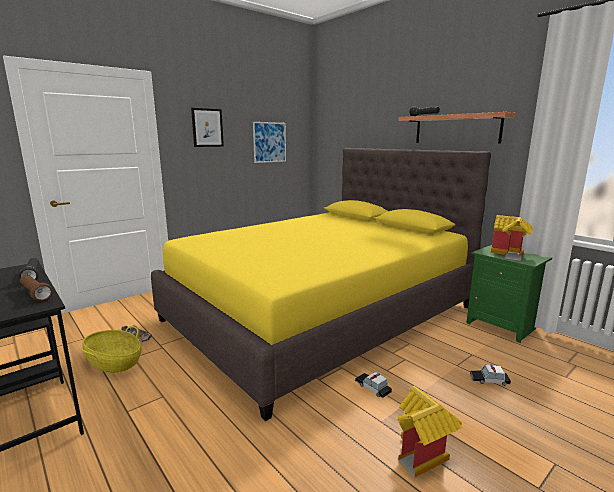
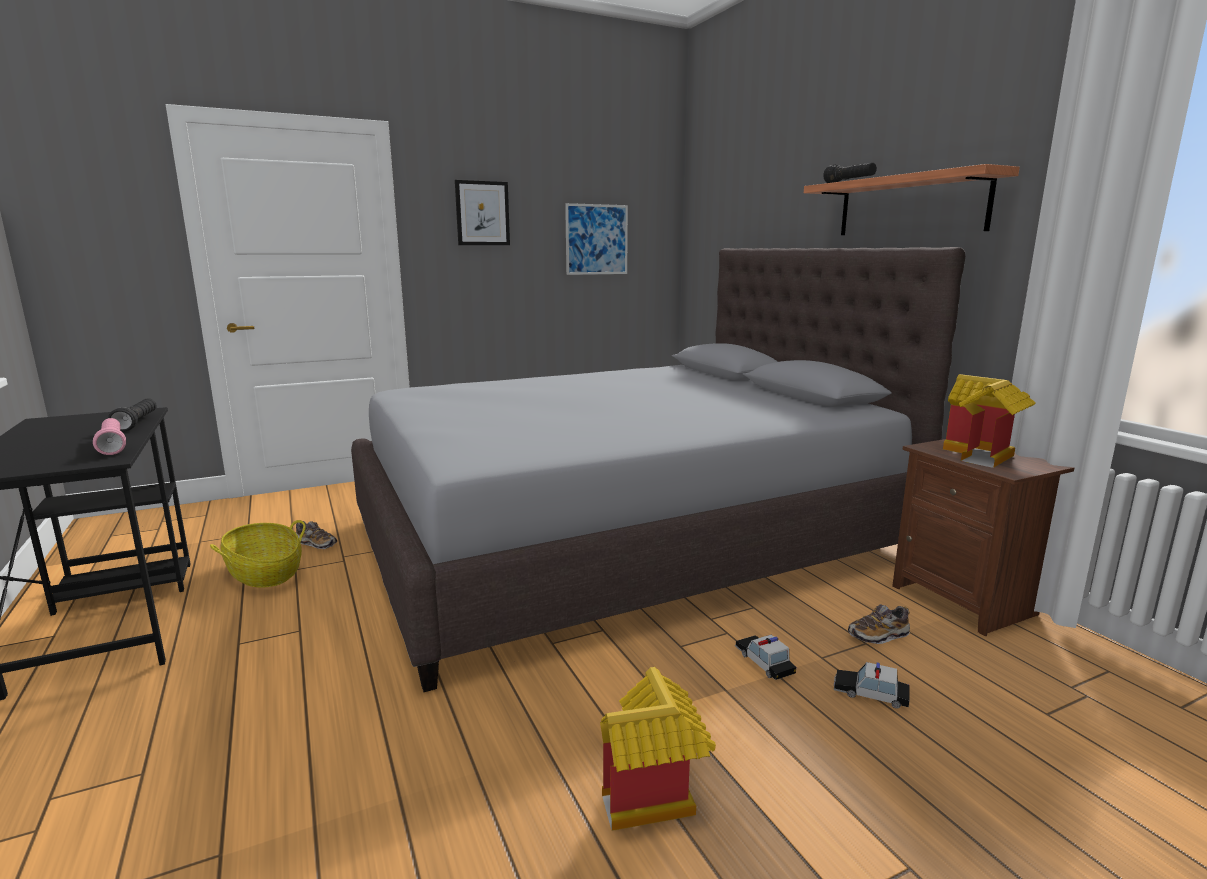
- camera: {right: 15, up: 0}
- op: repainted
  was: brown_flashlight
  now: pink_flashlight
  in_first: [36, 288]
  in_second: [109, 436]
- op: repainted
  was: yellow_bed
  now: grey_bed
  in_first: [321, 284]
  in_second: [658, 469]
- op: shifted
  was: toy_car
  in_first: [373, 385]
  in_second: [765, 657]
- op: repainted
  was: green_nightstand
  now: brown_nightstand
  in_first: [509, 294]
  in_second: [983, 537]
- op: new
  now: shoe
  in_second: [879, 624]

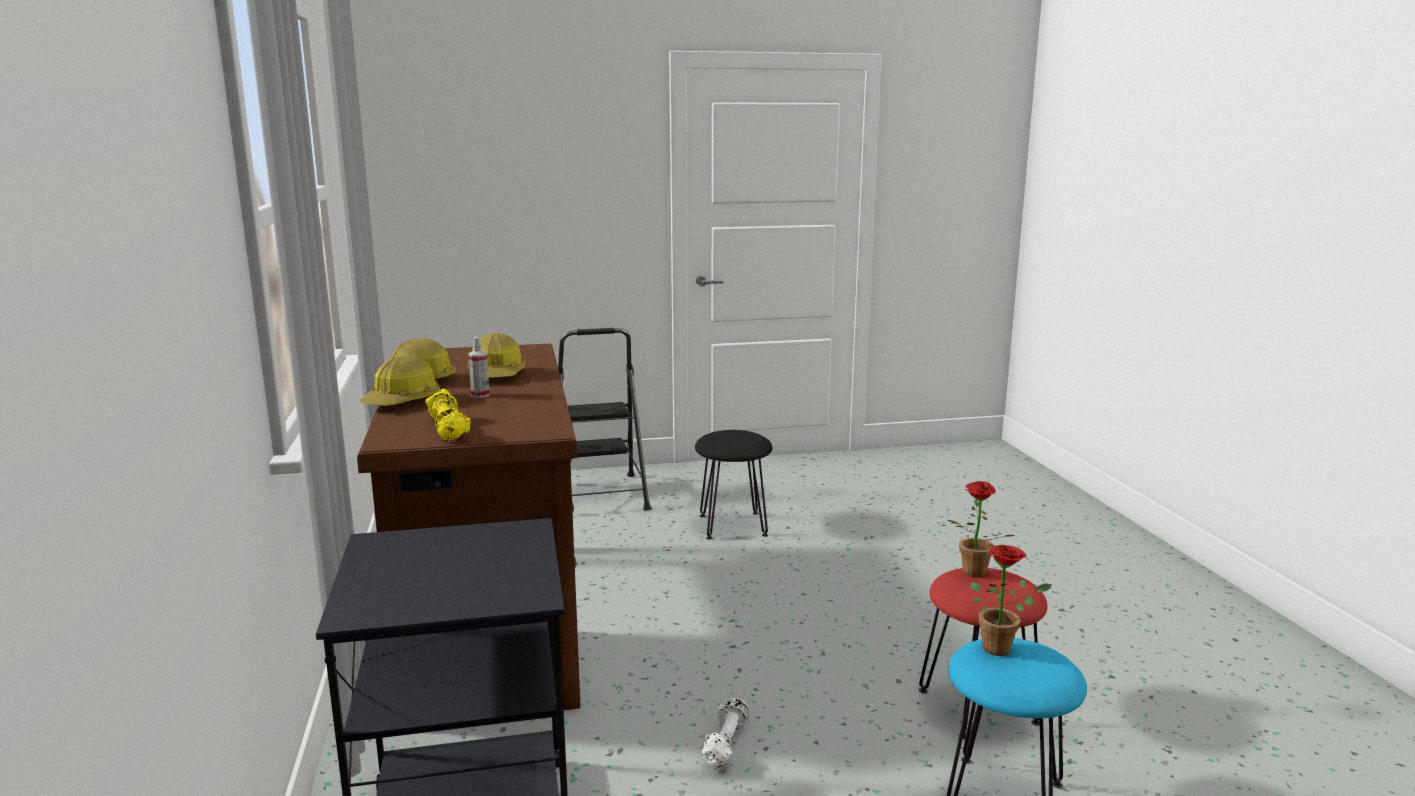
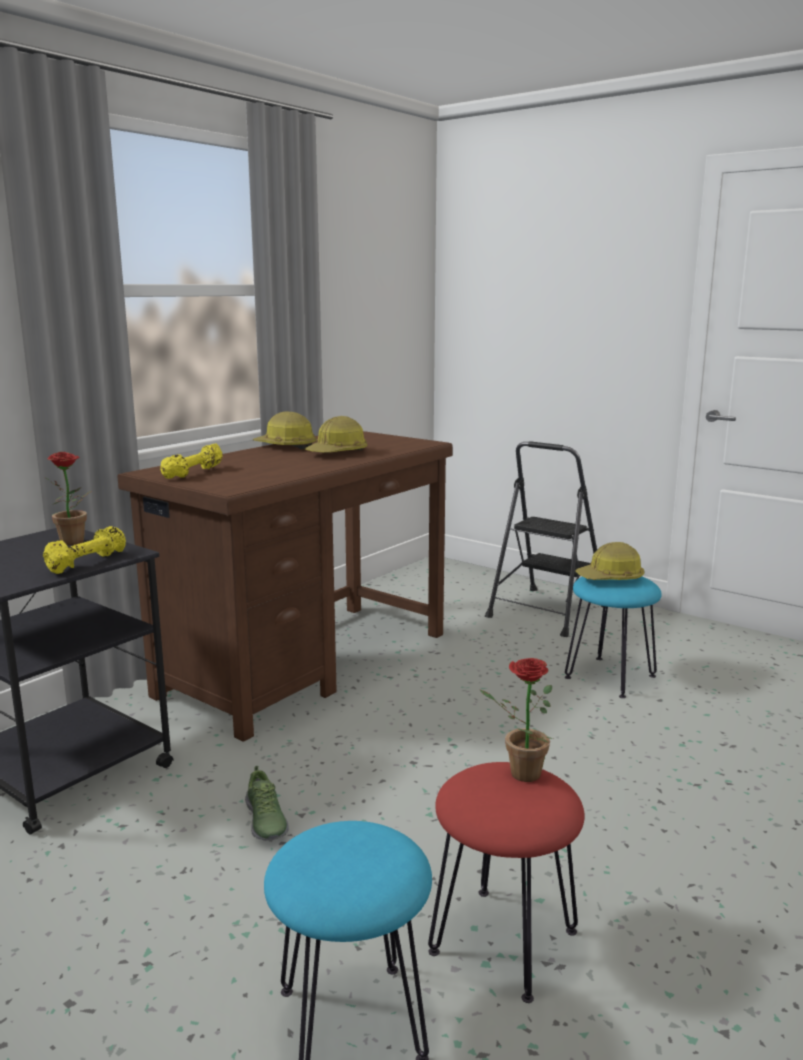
- camera: {right: 50, up: 0}
- op: shifted
  was: hard_hat
  in_first: [400, 380]
  in_second: [609, 561]
- op: gone
  was: spray_bottle
  in_first: [479, 367]
- op: repainted
  was: black_stool
  now: turquoise_stool
  in_first: [734, 485]
  in_second: [613, 637]
- op: swapped
  was: white_dumbbell
  now: shoe
  in_first: [726, 734]
  in_second: [267, 803]
- op: shifted
  was: potted_plant
  in_first: [1010, 600]
  in_second: [68, 498]
- op: new
  now: yellow_dumbbell
  in_second: [84, 550]

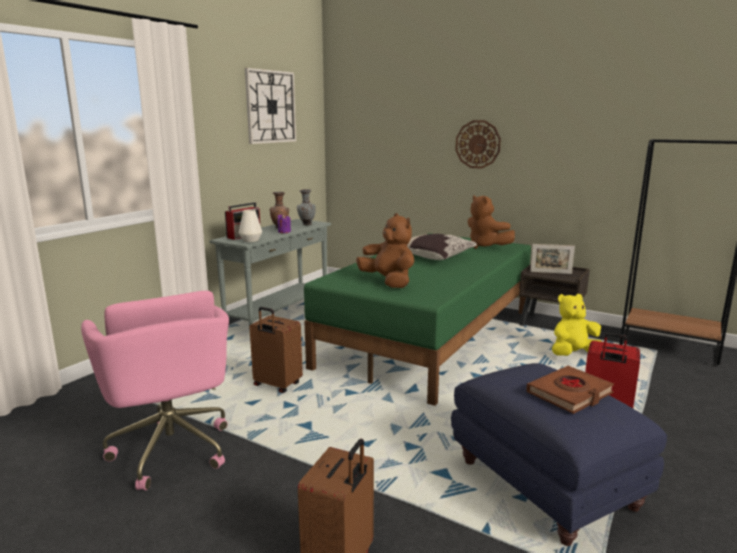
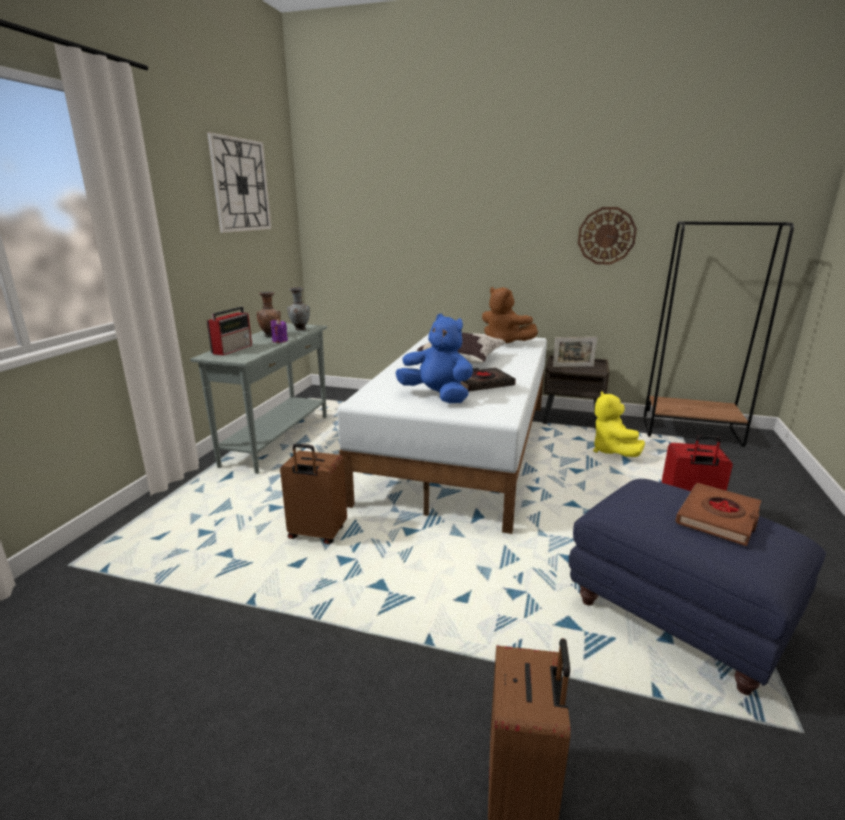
- camera: {right: -15, up: 5}
- op: gone
  was: pink_office_chair
  in_first: [155, 390]
- op: gone
  was: white_vase
  in_first: [250, 225]
- op: repainted
  was: green_bed
  now: white_bed
  in_first: [417, 319]
  in_second: [442, 433]
- op: repainted
  was: brown_plush_toy
  now: blue_plush_toy
  in_first: [385, 250]
  in_second: [434, 358]
- op: shifted
  was: wall_clock
  in_first: [478, 144]
  in_second: [607, 236]
- op: rotated
  was: yellow_plush_toy
  in_first: [577, 325]
  in_second: [619, 424]
  clockwise: -60
- op: new
  now: black_book
  in_second: [488, 379]

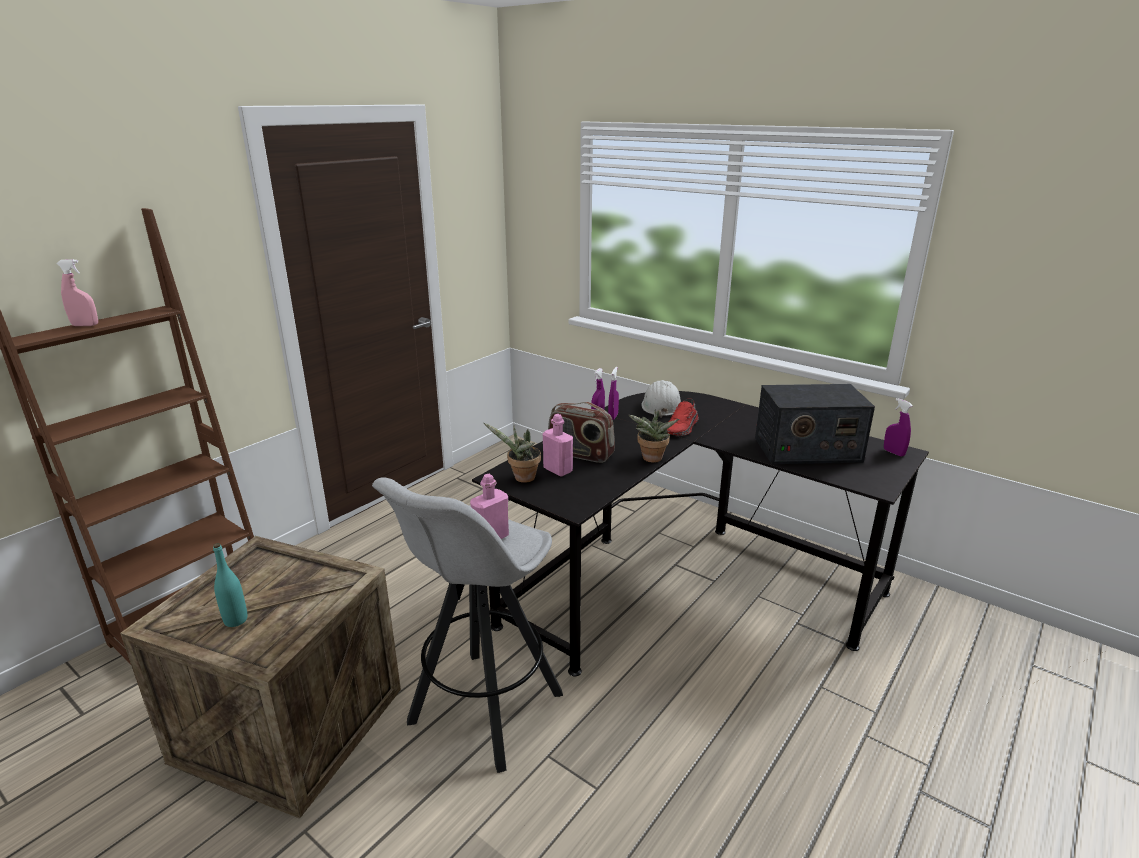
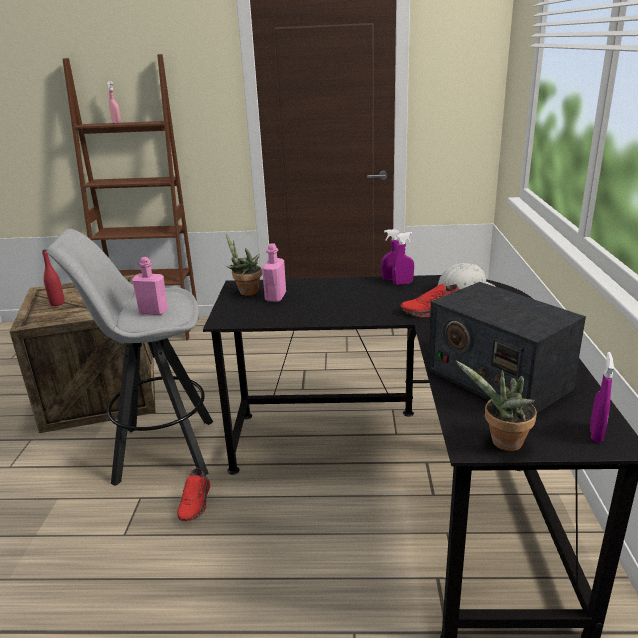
- camera: {right: 55, up: 0}
- op: repainted
  was: turquoise_bottle
  now: red_bottle
  in_first: [230, 585]
  in_second: [53, 278]
- op: gone
  was: radio
  in_first: [581, 432]
- op: shifted
  was: potted_plant
  in_first: [653, 436]
  in_second: [496, 406]
- op: new
  now: red_shoe
  in_second: [193, 494]

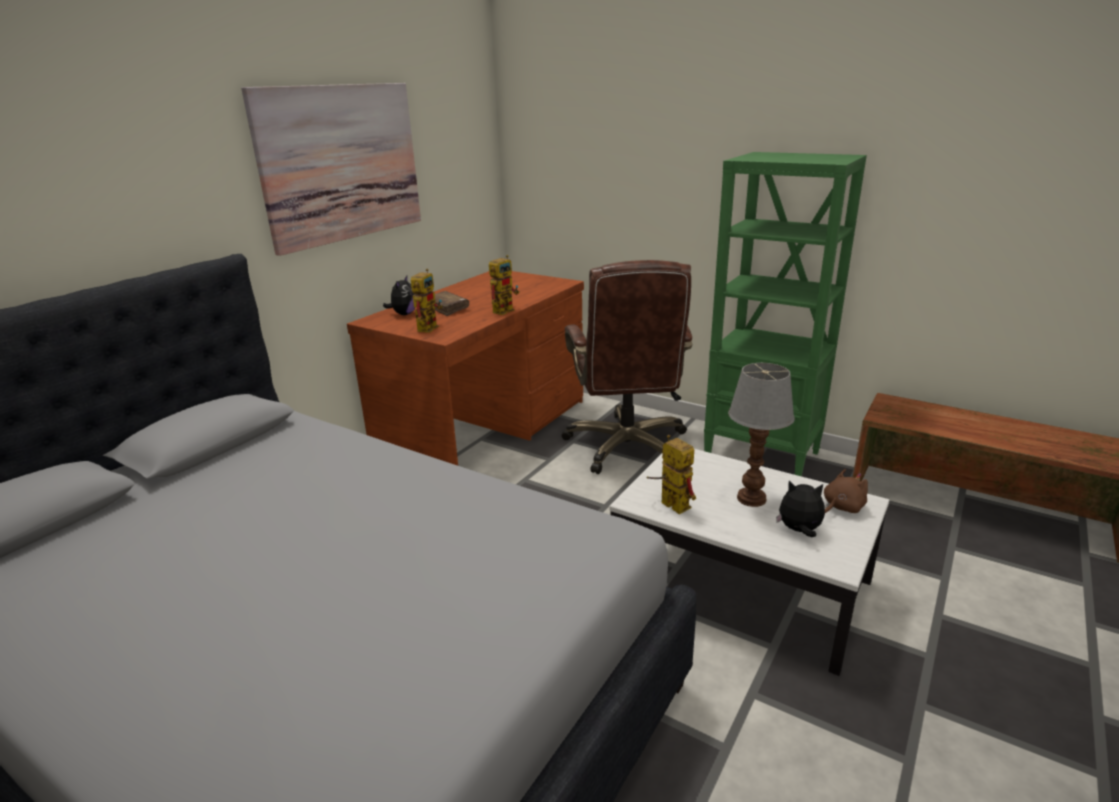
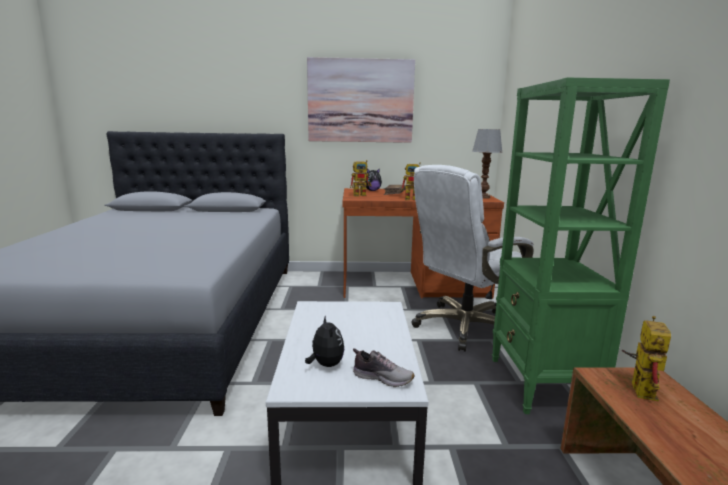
- camera: {right: 55, up: -10}
- op: repainted
  was: brown_office_chair
  now: white_office_chair
  in_first: [627, 367]
  in_second: [472, 258]
- op: shifted
  was: toy_robot
  in_first: [671, 474]
  in_second: [646, 358]
- op: shifted
  was: table_lamp
  in_first: [761, 435]
  in_second: [487, 164]
- op: swapped
  was: brown_plush_toy
  now: shoe
  in_first: [846, 491]
  in_second: [383, 367]

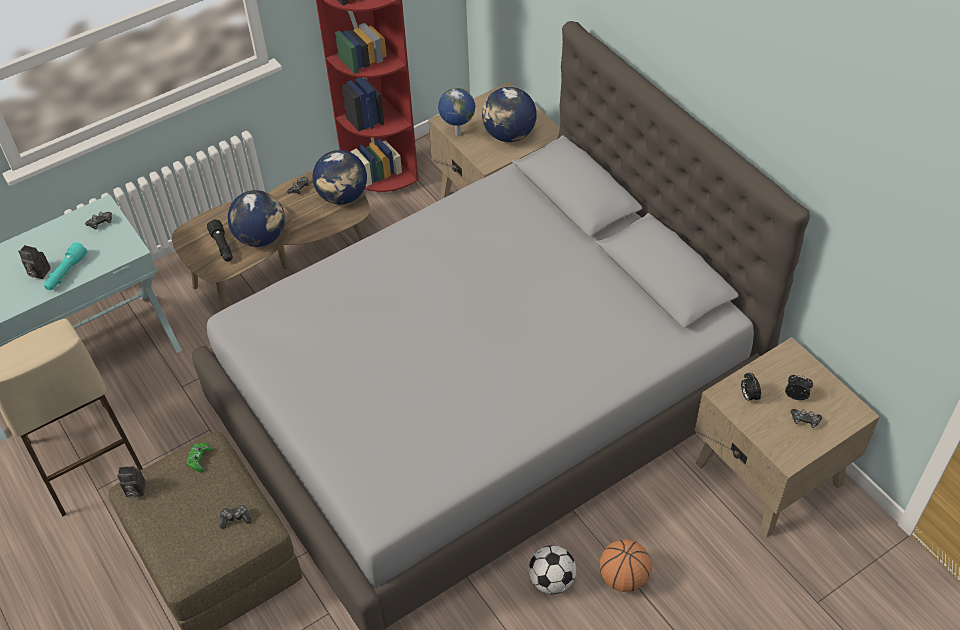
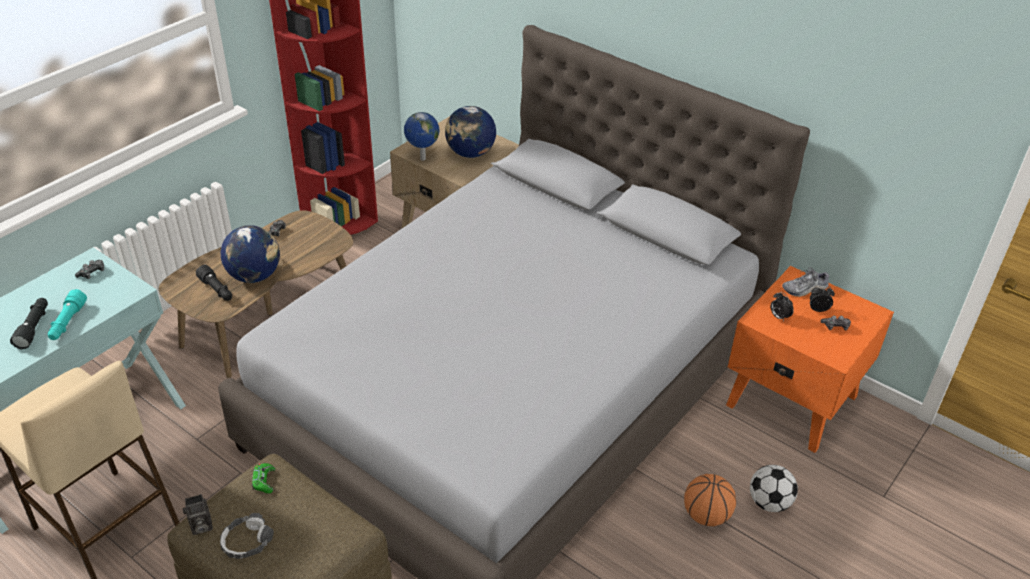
- camera: {right: -20, up: -10}
- op: swapped
  was: photo_camera
  now: black_flashlight
  in_first: [34, 262]
  in_second: [29, 323]
- op: gone
  was: game_controller
  in_first: [236, 516]
- op: gone
  was: globe
  in_first: [340, 177]
- op: shifted
  was: football
  in_first: [552, 569]
  in_second: [774, 488]
- op: repainted
  was: beige_nightstand
  now: orange_nightstand
  in_first: [787, 437]
  in_second: [810, 359]
- op: new
  now: headphones
  in_second: [247, 536]
- op: new
  now: shoe
  in_second: [805, 282]

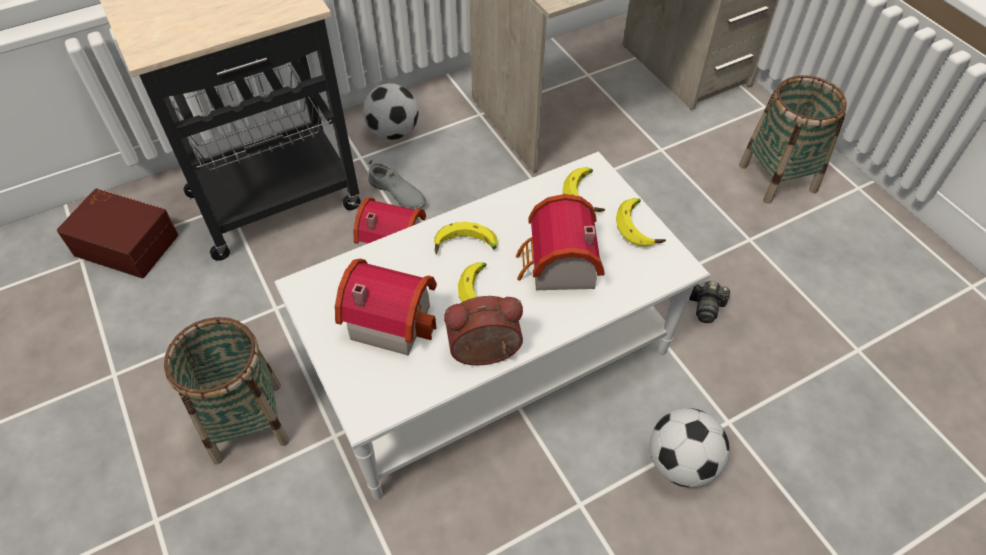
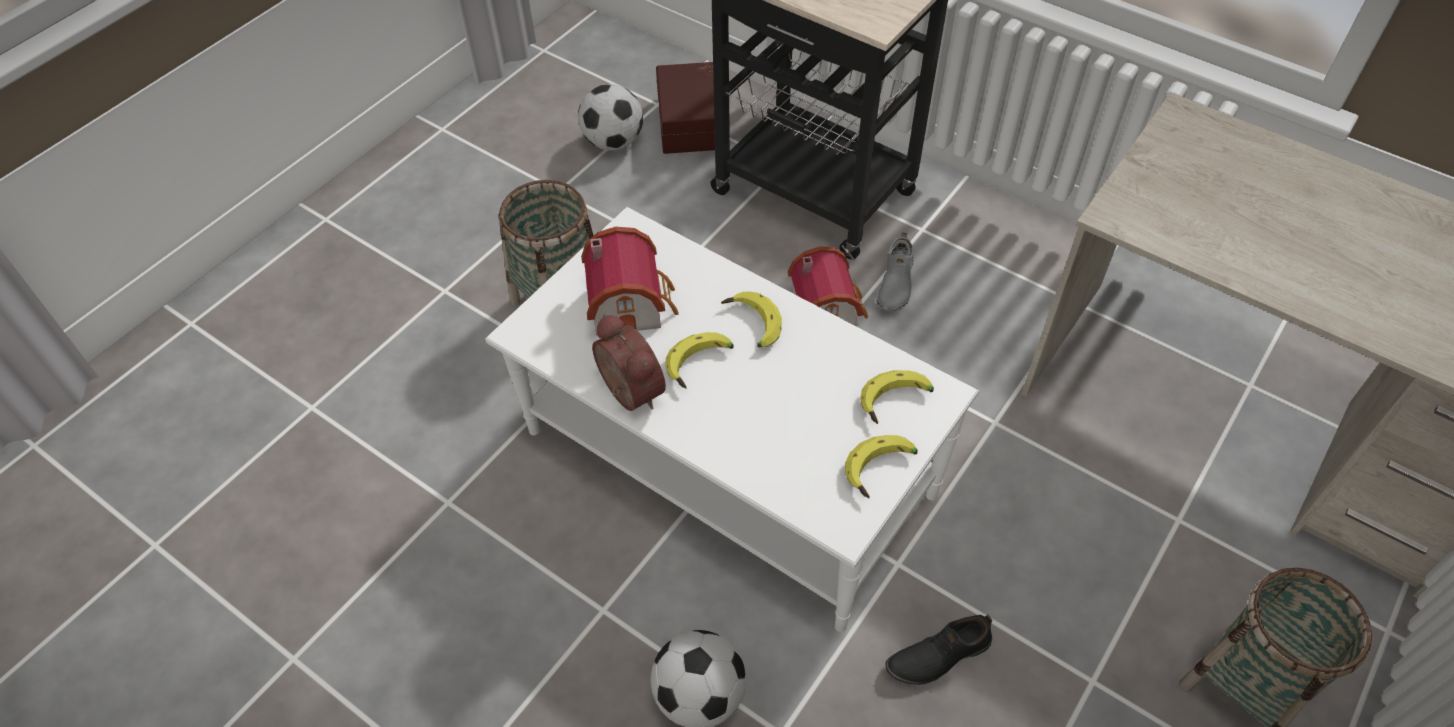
- camera: {right: 65, up: 0}
- op: shifted
  was: football
  in_first: [391, 111]
  in_second: [610, 117]
- op: gone
  was: toy_house
  in_first: [560, 242]
- op: swapped
  was: photo_camera
  now: black_shoe
  in_first: [709, 302]
  in_second: [939, 650]

